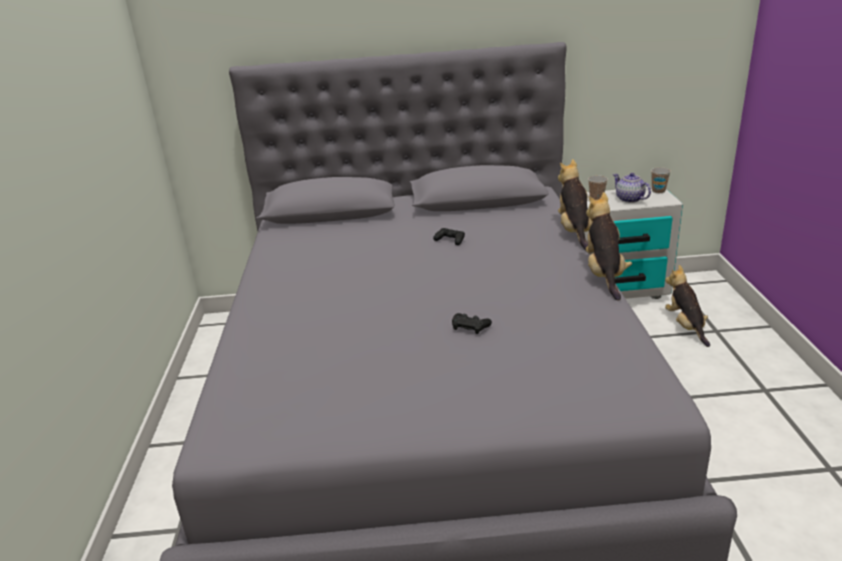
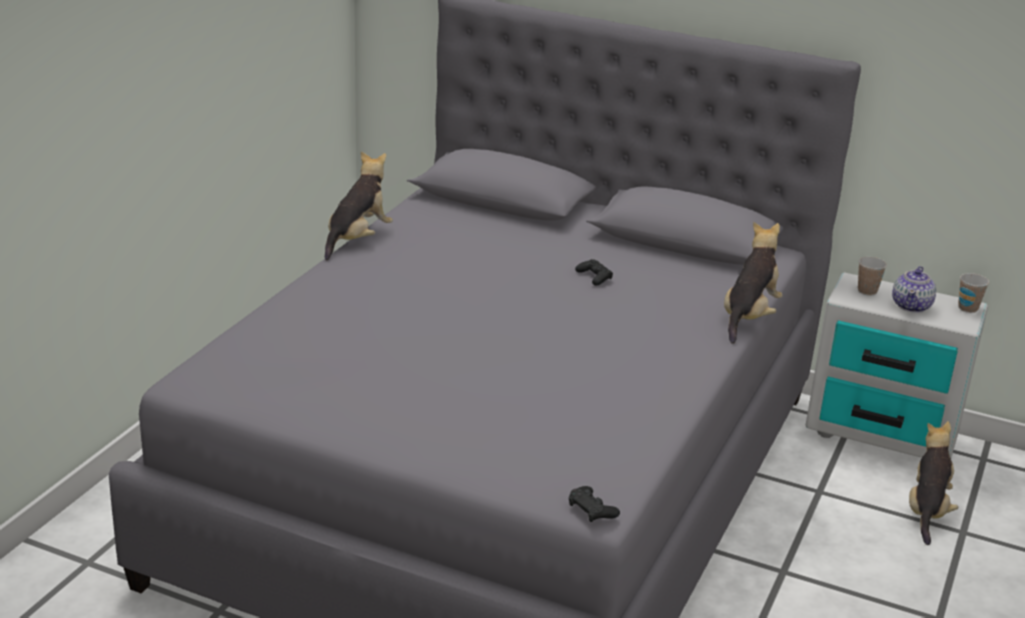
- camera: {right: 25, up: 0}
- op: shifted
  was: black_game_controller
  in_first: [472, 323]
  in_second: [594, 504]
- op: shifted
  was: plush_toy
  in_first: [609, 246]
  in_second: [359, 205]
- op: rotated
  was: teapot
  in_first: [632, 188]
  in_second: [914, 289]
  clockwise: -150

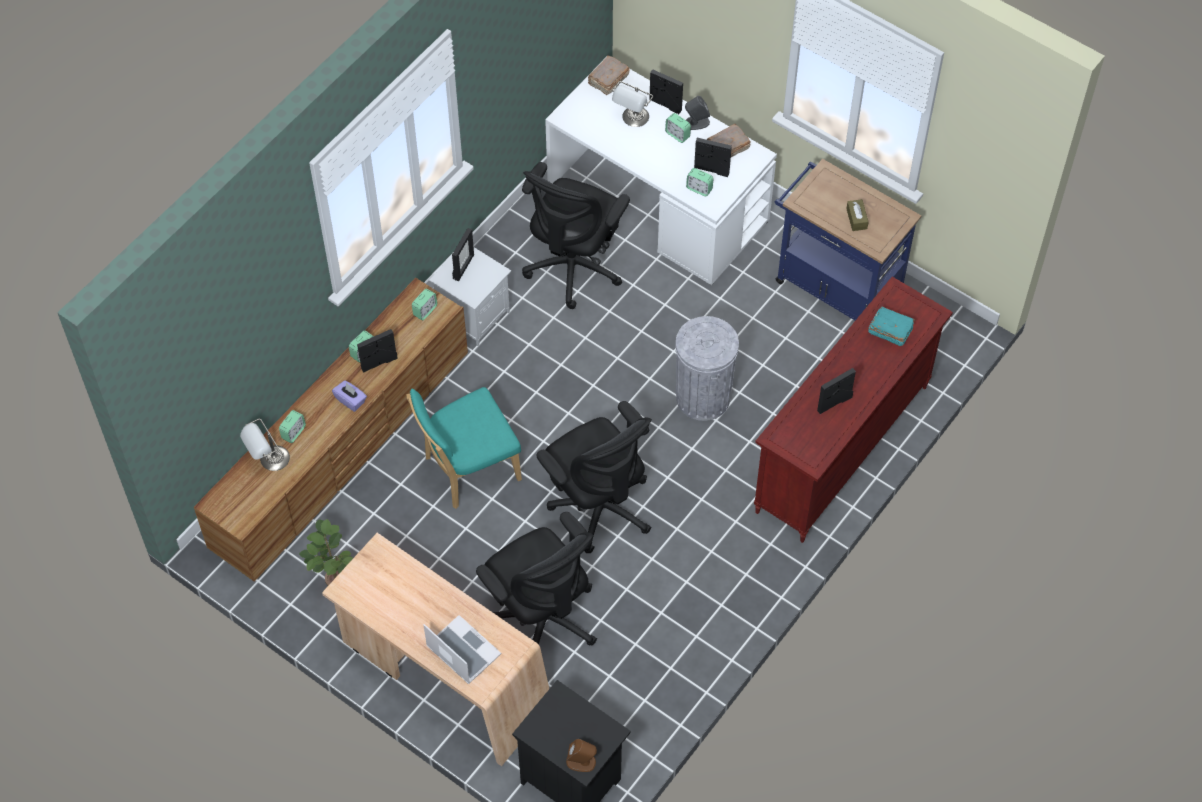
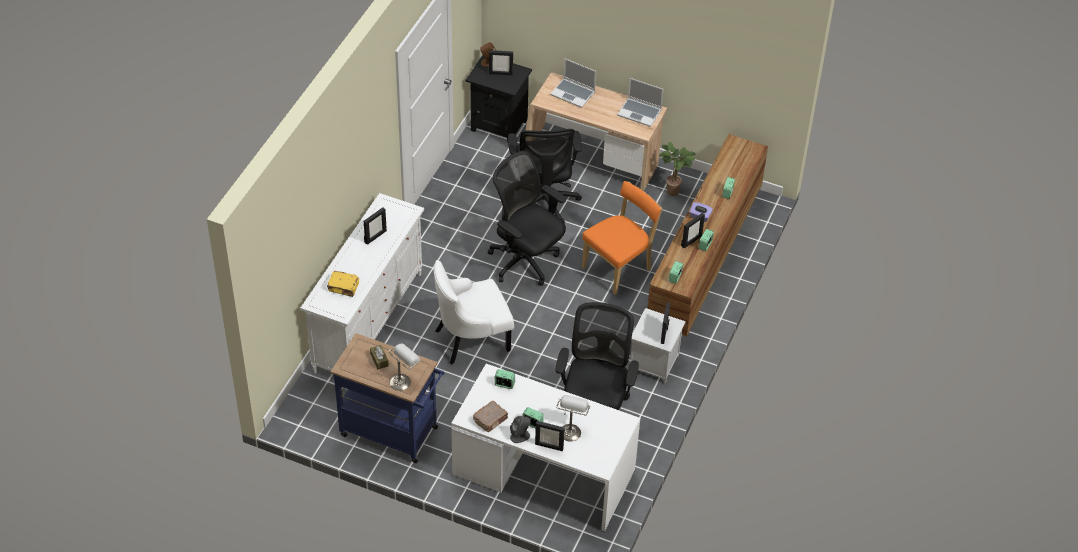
- camera: {right: 165, up: -10}
- op: shifted
  was: white_table_lamp
  in_first: [265, 445]
  in_second: [404, 367]
- op: repainted
  was: turquoise_chair
  now: orange_chair
  in_first: [464, 448]
  in_second: [622, 238]
- op: rotated
  was: black_office_chair
  in_first: [536, 578]
  in_second: [545, 176]
  clockwise: -135
- op: gone
  was: brown_book
  in_first: [609, 75]
- op: swapped
  was: grey_trash_can
  now: white_chair
  in_first: [707, 368]
  in_second: [474, 312]
- op: shifted
  was: picture_frame
  in_first: [713, 157]
  in_second: [501, 62]
- op: repainted
  was: red_dresser
  now: white_dresser
  in_first: [853, 410]
  in_second: [362, 283]
- op: repainted
  was: turquoise_book
  now: yellow_book
  in_first: [891, 326]
  in_second: [343, 284]
- op: new
  now: laptop
  in_second: [640, 102]

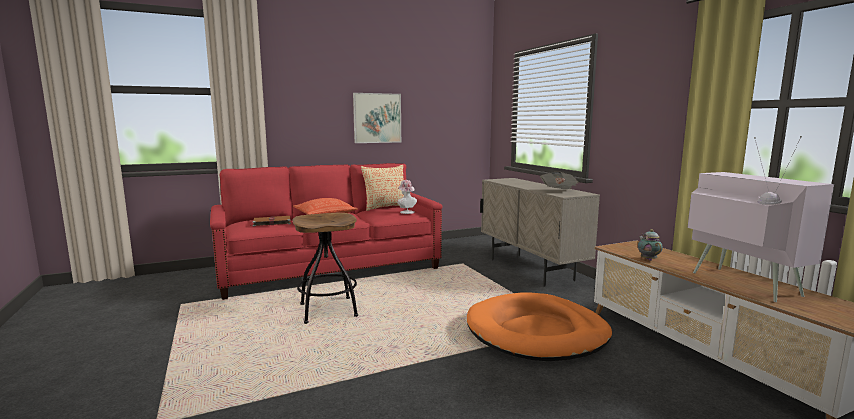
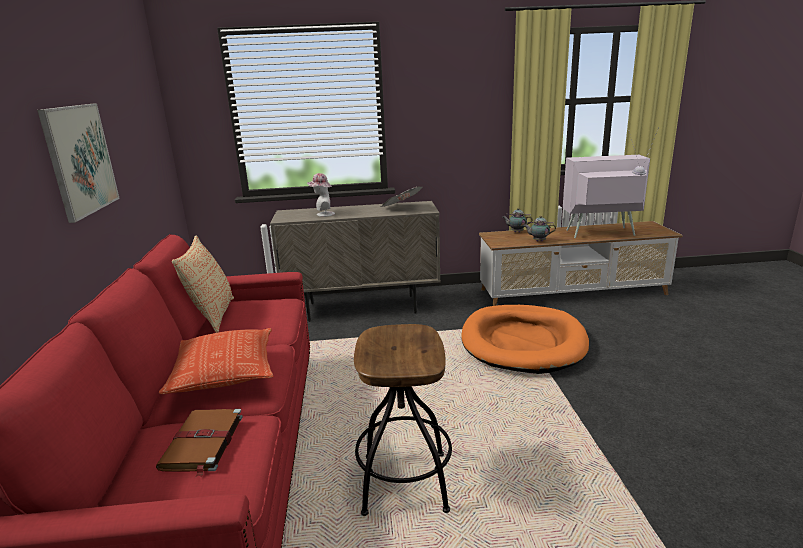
- camera: {right: -70, up: 10}
- op: shifted
  was: hat
  in_first: [407, 197]
  in_second: [321, 195]
- op: new
  now: teapot
  in_second: [517, 220]

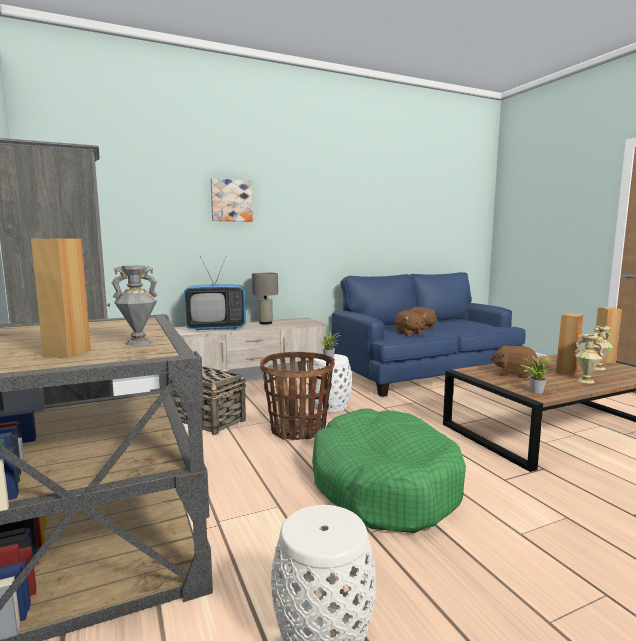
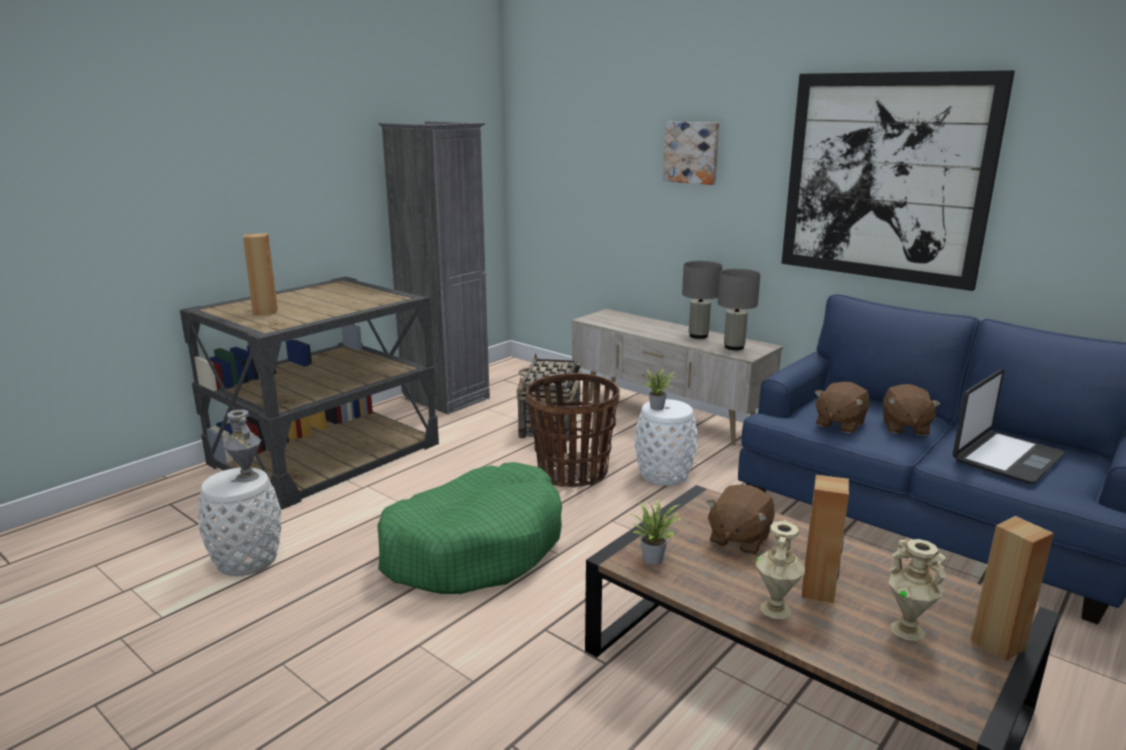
- camera: {right: 65, up: 10}
- op: shifted
  was: grey_vase
  in_first: [135, 305]
  in_second: [242, 446]
- op: gone
  was: television
  in_first: [215, 293]
- op: rotated
  was: brown_plush_toy
  in_first: [514, 362]
  in_second: [740, 519]
  clockwise: -150
- op: new
  now: grey_table_lamp
  in_second: [739, 309]
- op: new
  now: picture
  in_second: [898, 180]
- op: new
  now: laptop
  in_second: [1008, 426]

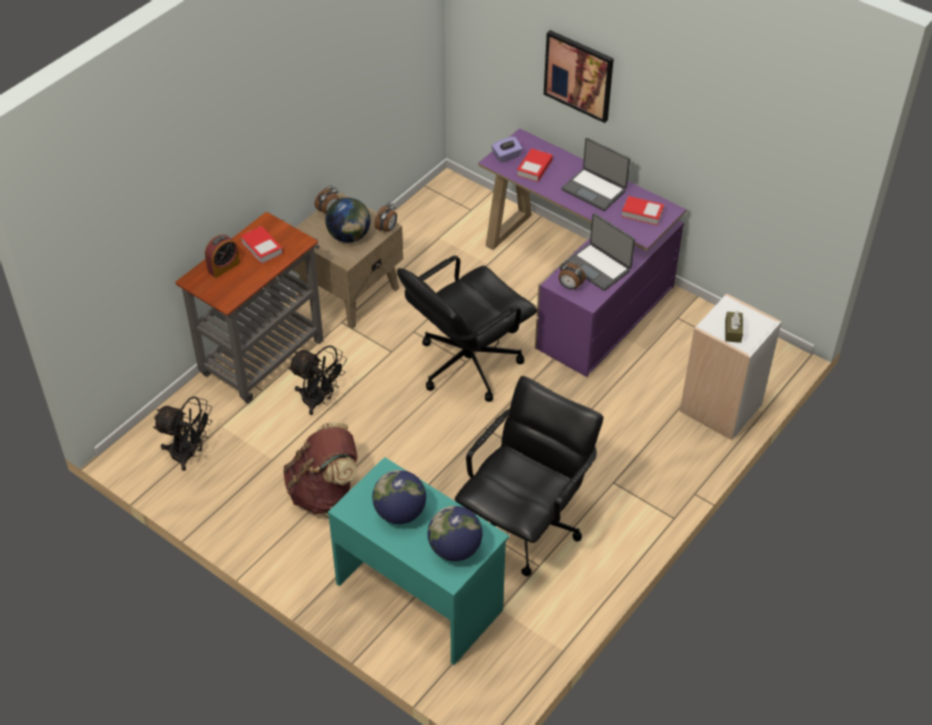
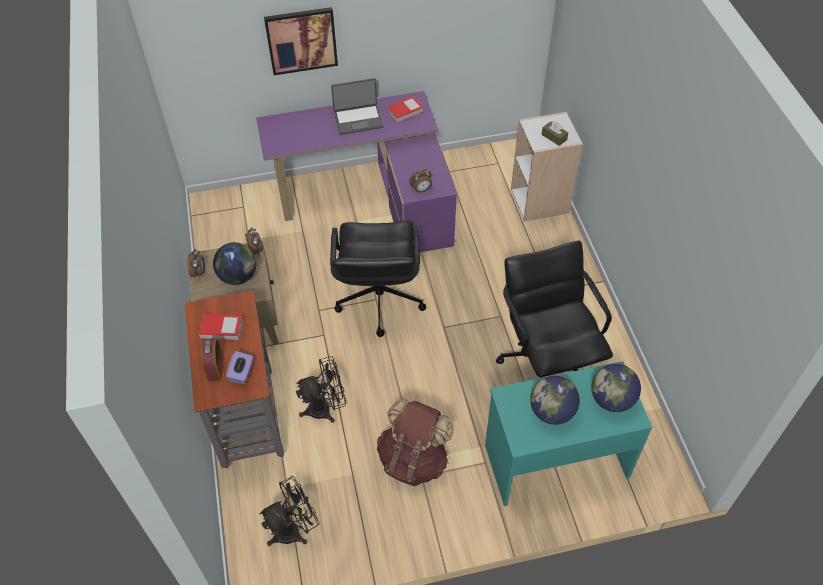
- camera: {right: -50, up: 5}
- op: shifted
  was: purple_tissue_box
  in_first: [507, 150]
  in_second: [239, 367]
- op: gone
  was: book
  in_first: [535, 165]
- op: gone
  was: laptop
  in_first: [599, 252]

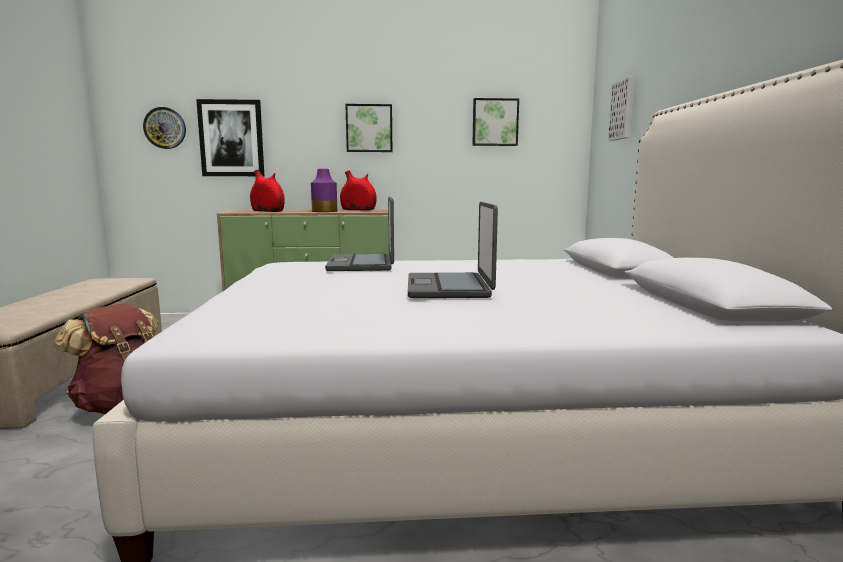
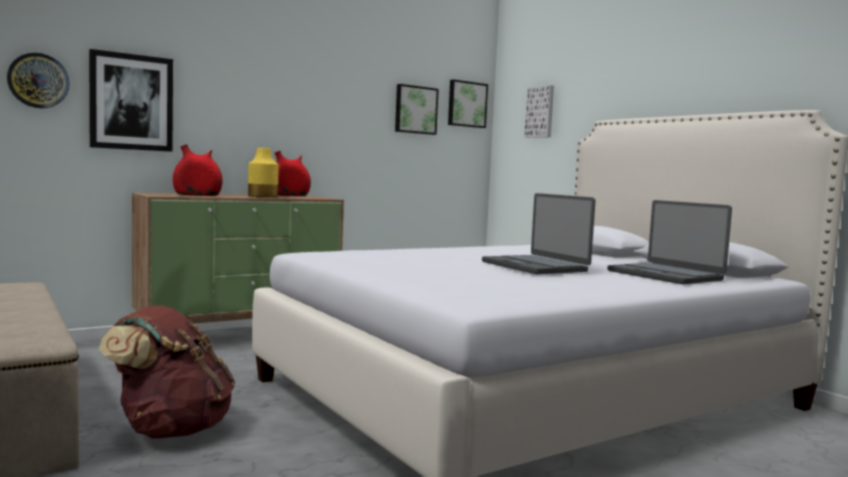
- camera: {right: -30, up: -5}
- op: repainted
  was: purple_vase
  now: yellow_vase
  in_first: [324, 190]
  in_second: [263, 173]
- op: shifted
  was: laptop
  in_first: [359, 234]
  in_second: [669, 242]
- op: shifted
  was: picture
  in_first: [368, 128]
  in_second: [468, 103]

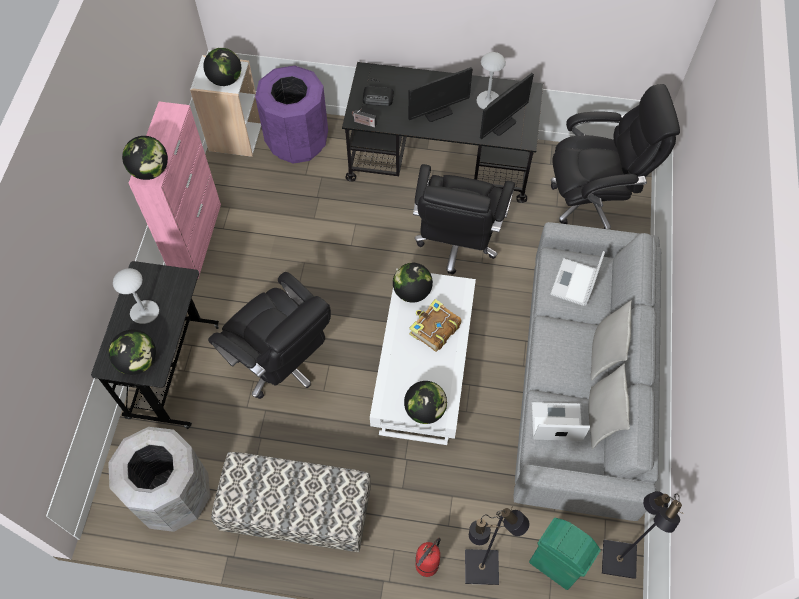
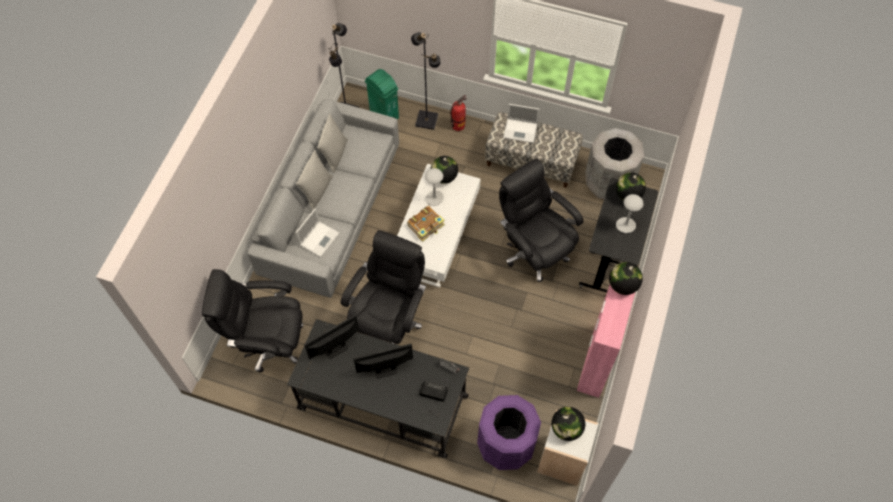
- camera: {right: -170, up: 0}
- op: gone
  was: globe
  in_first: [413, 283]
- op: shifted
  was: grey_table_lamp
  in_first: [491, 80]
  in_second: [434, 187]
- op: shifted
  was: laptop
  in_first: [561, 421]
  in_second: [521, 123]

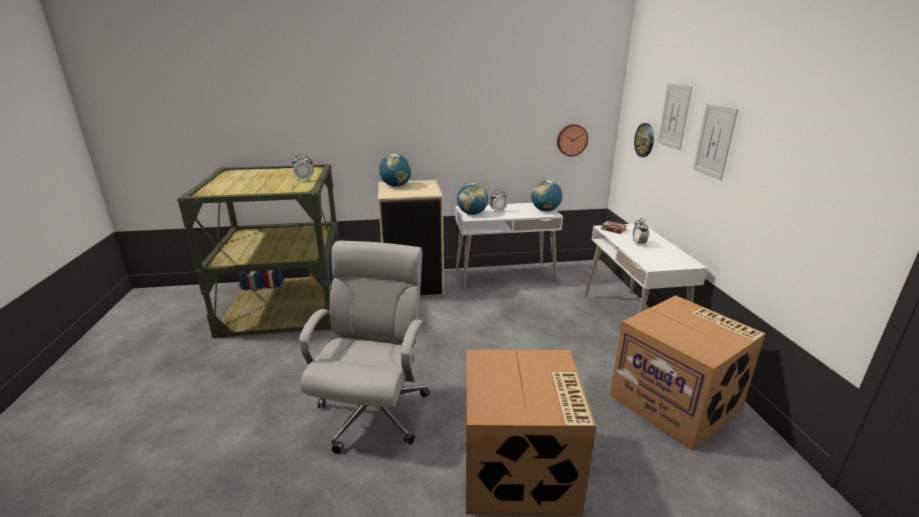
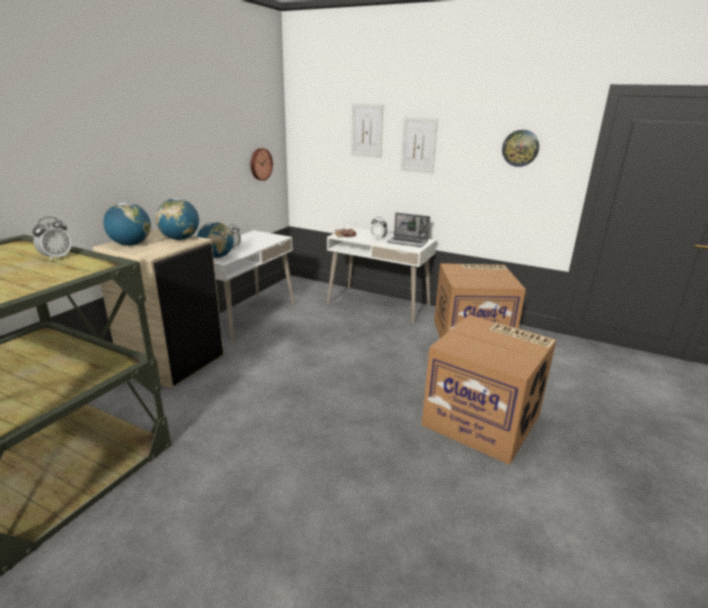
- camera: {right: -55, up: 0}
- op: gone
  was: grey_office_chair
  in_first: [364, 347]
- op: shifted
  was: globe
  in_first: [546, 196]
  in_second: [177, 219]
- op: shifted
  was: wall_clock
  in_first: [644, 140]
  in_second: [520, 148]
- op: new
  now: laptop
  in_second: [408, 230]

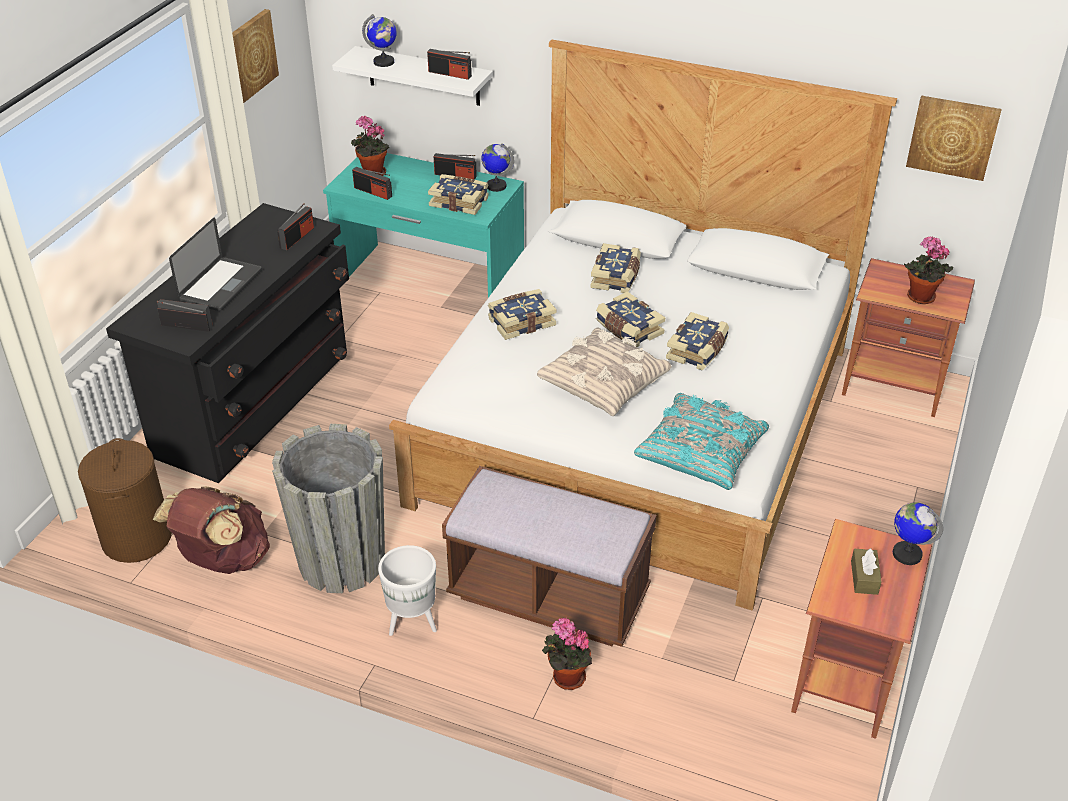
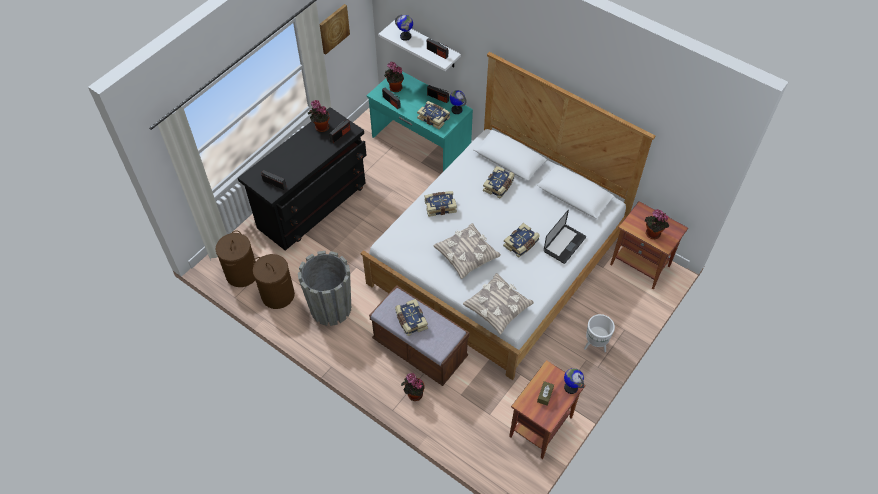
- camera: {right: 15, up: 15}
- op: swapped
  was: brown_backpack
  now: brown_laundry_basket
  in_first: [211, 530]
  in_second: [274, 281]
- op: shifted
  was: laptop
  in_first: [215, 264]
  in_second: [565, 237]
- op: shifted
  was: white_planter
  in_first: [407, 590]
  in_second: [599, 333]
- op: shifted
  was: book
  in_first: [630, 319]
  in_second: [411, 317]
- op: repainted
  was: turquoise_pillow
  now: beige_pillow
  in_first: [701, 441]
  in_second: [498, 304]
- op: gone
  was: picture
  in_first: [954, 138]
- op: new
  now: potted_plant
  in_second: [319, 116]

